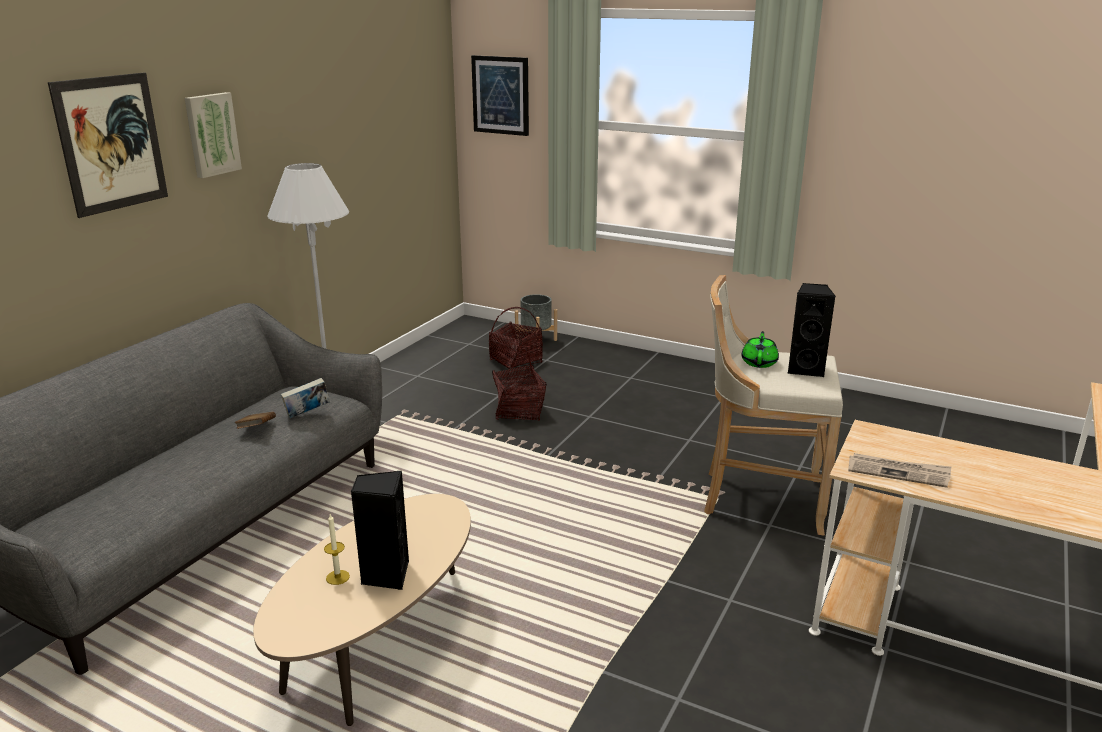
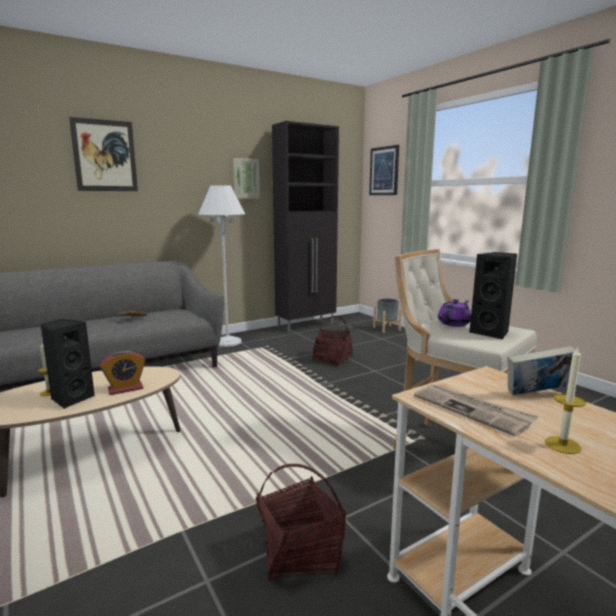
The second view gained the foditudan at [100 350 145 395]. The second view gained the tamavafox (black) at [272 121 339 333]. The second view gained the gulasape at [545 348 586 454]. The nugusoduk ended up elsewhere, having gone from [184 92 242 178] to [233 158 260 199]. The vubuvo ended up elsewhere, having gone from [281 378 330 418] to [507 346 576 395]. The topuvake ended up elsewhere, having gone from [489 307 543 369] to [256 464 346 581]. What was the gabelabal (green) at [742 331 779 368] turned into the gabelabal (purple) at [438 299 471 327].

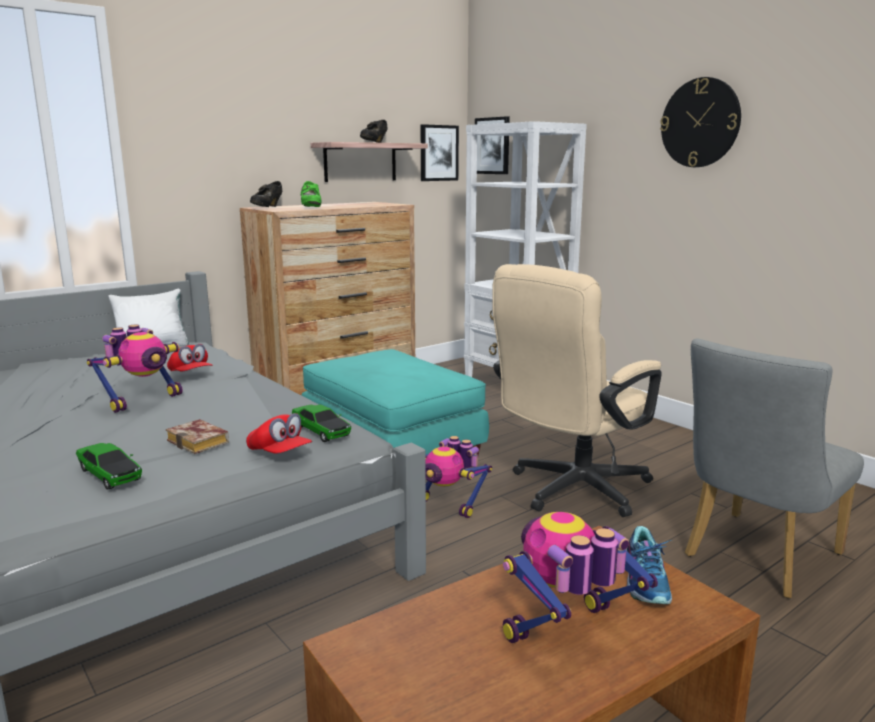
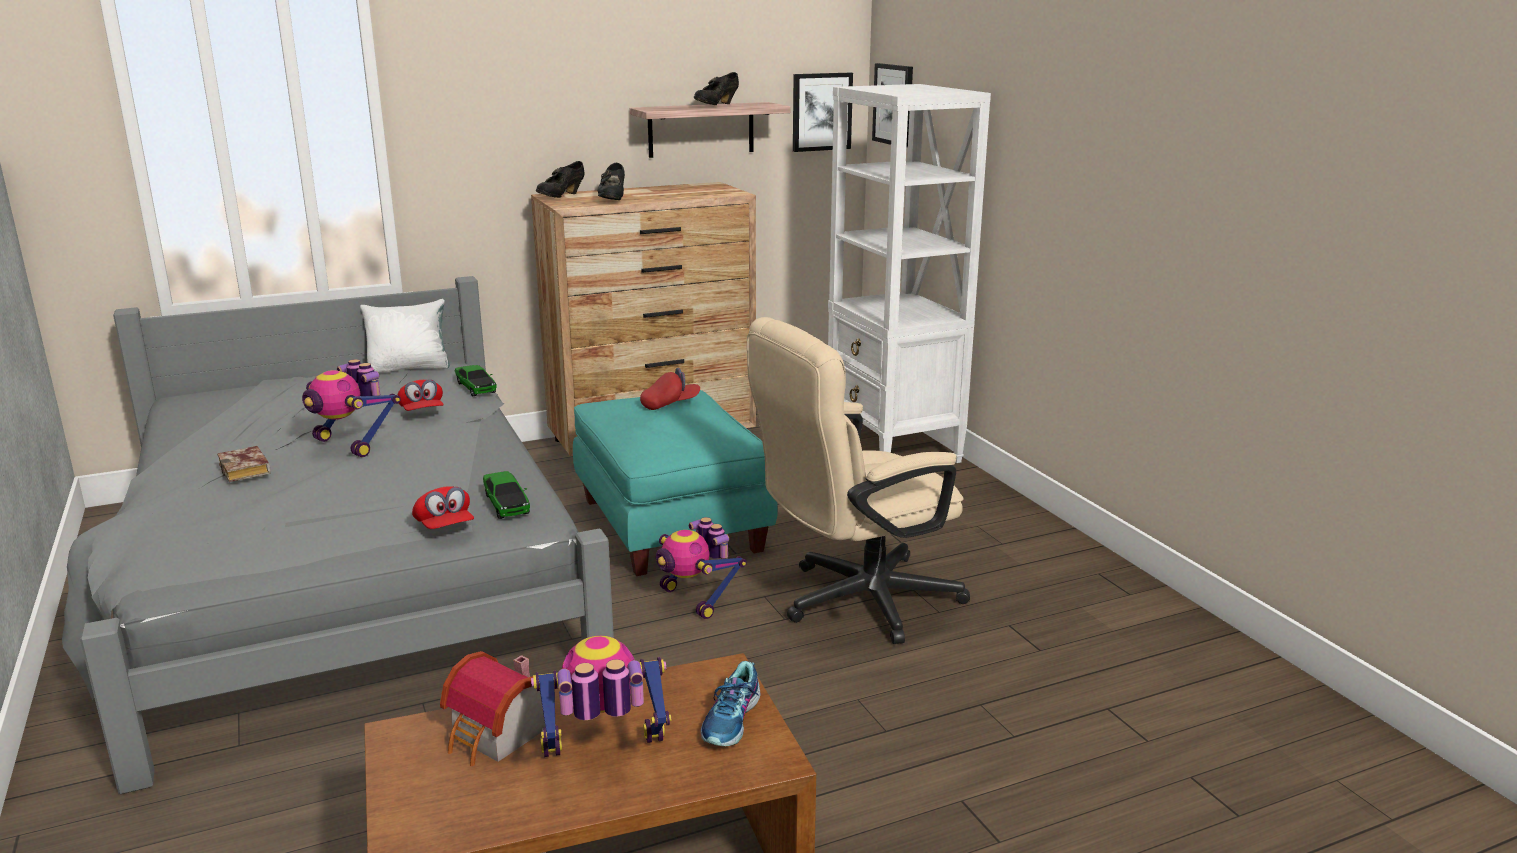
The second view lost the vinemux at [660 77 741 167]. The second view lost the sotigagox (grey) at [685 339 864 598]. The second view gained the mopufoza at [440 651 545 766]. The second view gained the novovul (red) at [640 368 700 410]. The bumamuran ended up elsewhere, having gone from [76 443 142 490] to [455 365 497 396]. The vubuvo ended up elsewhere, having gone from [166 419 229 454] to [217 446 271 482]. What was the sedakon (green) at [301 181 322 207] turned into the sedakon (black) at [598 163 625 200]. The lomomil at [87 325 183 413] ended up facing another way, 75 degrees clockwise from before.

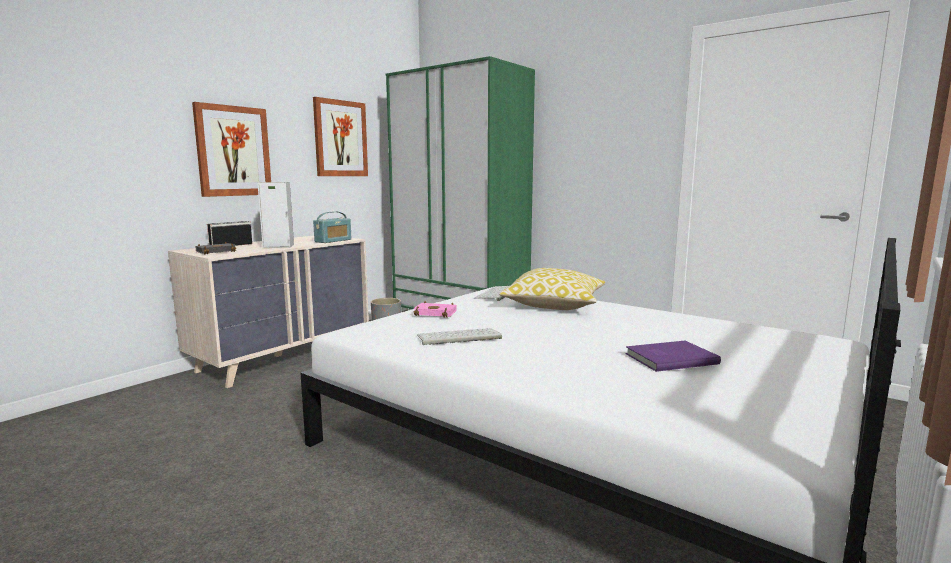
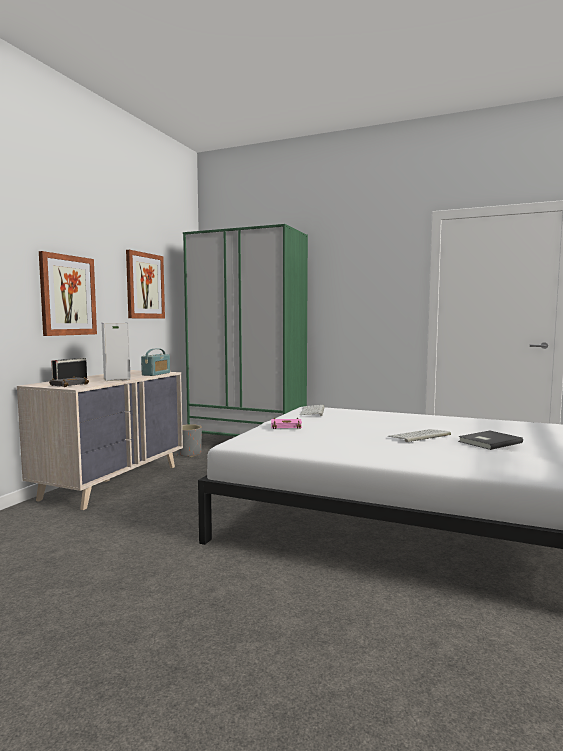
The second view lost the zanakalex at [499 268 605 310]. The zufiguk ended up elsewhere, having gone from [417 328 502 345] to [387 429 451 442]. What was the vubuvo (purple) at [625 341 721 372] turned into the vubuvo (grey) at [458 431 523 450].

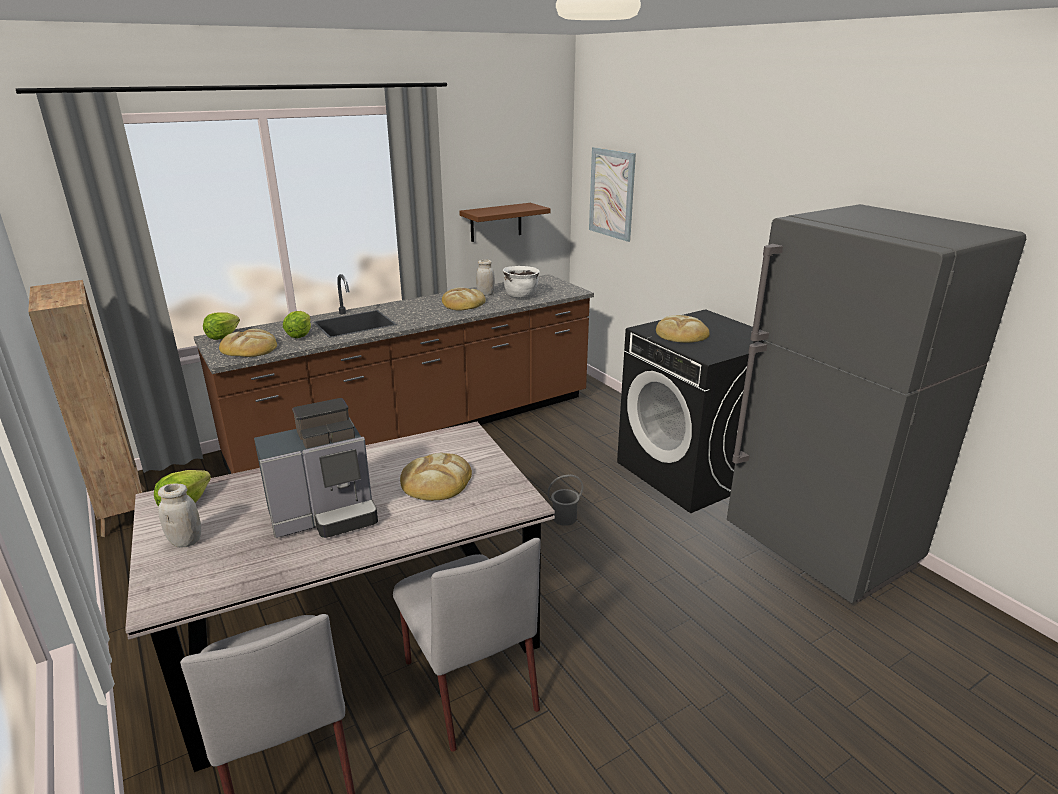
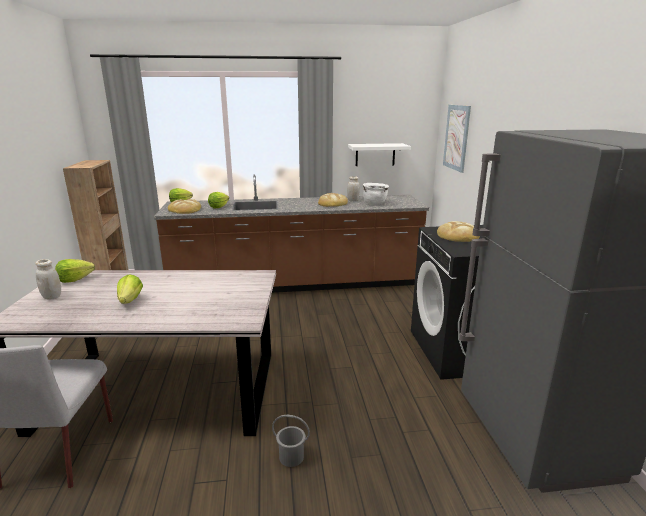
The second view lost the sotigagox (grey) at [393 538 541 752]. The second view lost the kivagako at [400 453 472 501]. The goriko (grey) ended up elsewhere, having gone from [548 474 583 526] to [272 415 310 467]. Where the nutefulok stood at [254 398 378 538], the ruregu came to stand at [117 274 143 304]. What was the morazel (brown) at [459 203 551 242] turned into the morazel (white) at [348 143 411 166].

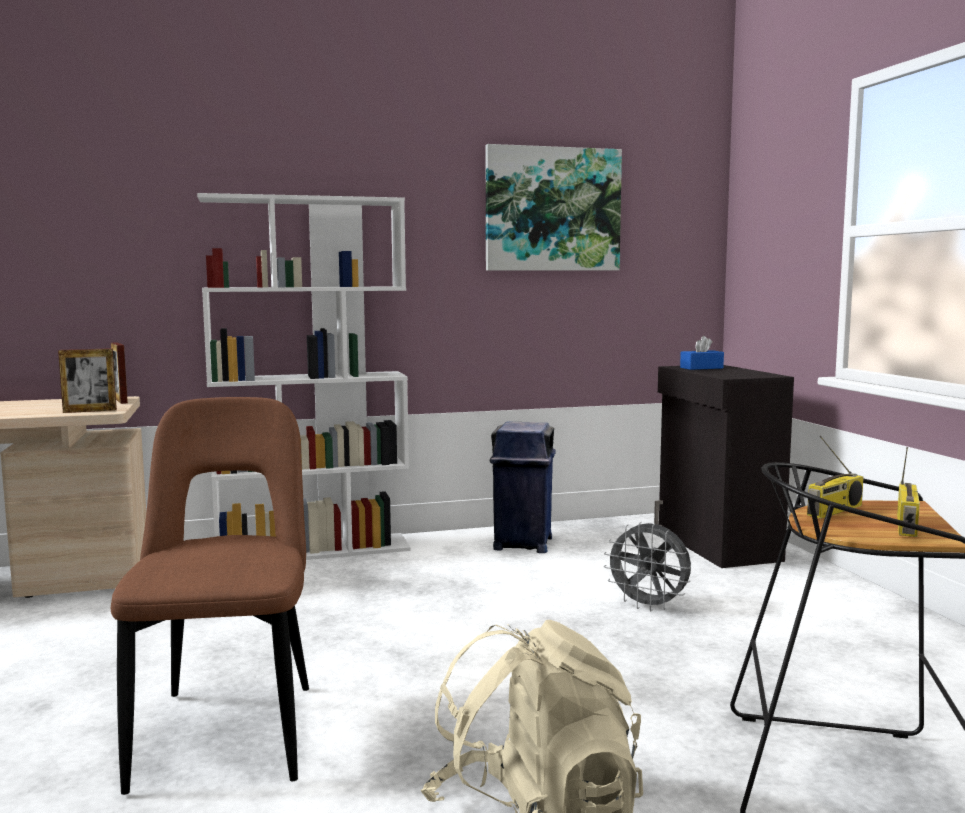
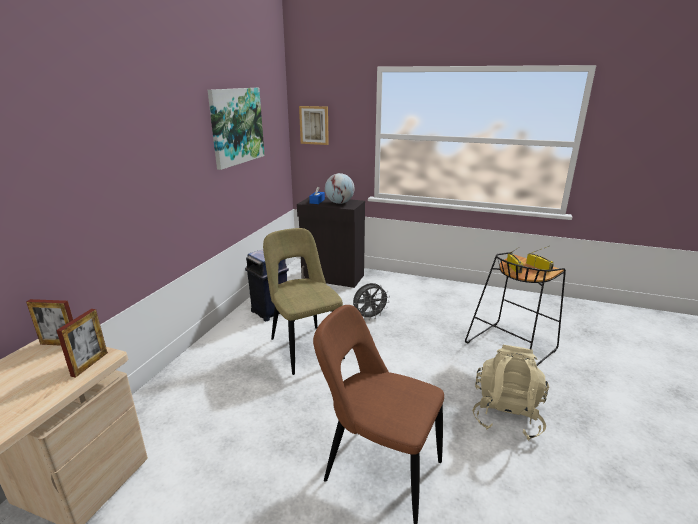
The second view lost the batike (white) at [197 193 410 560]. The second view gained the sotigagox (beige) at [263 228 345 375]. The second view gained the nugusoduk at [299 106 329 145]. The second view gained the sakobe at [325 173 355 204].

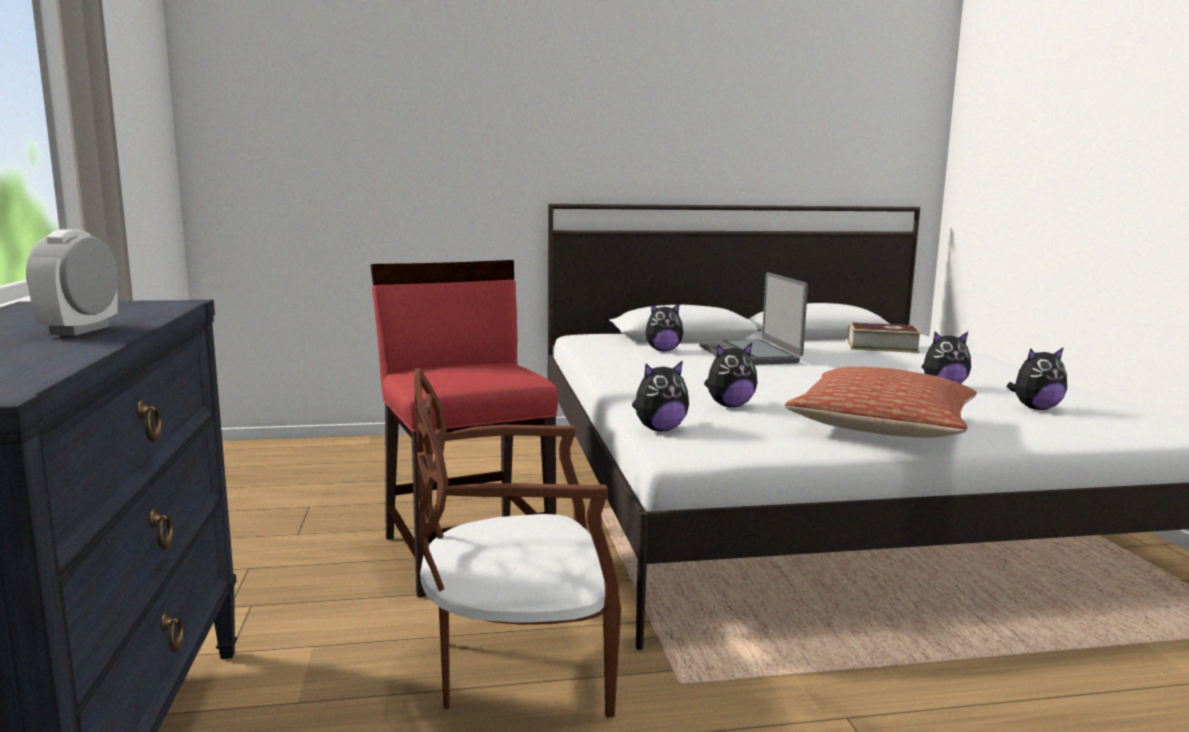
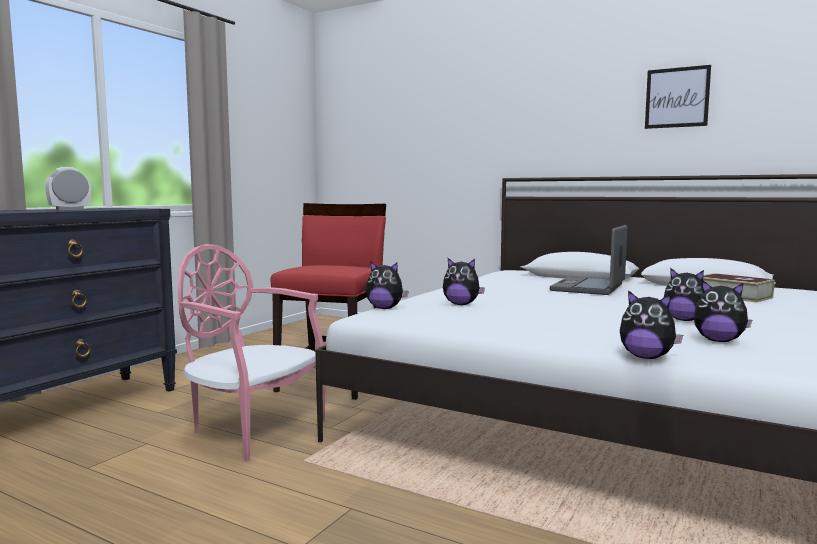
The second view lost the zanakalex at [784 367 977 438]. The second view gained the nugusoduk at [645 65 711 129]. The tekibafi ended up elsewhere, having gone from [645 303 684 351] to [620 290 683 359]. What was the sotigagox (brown) at [414 368 621 718] turned into the sotigagox (pink) at [178 244 326 461].

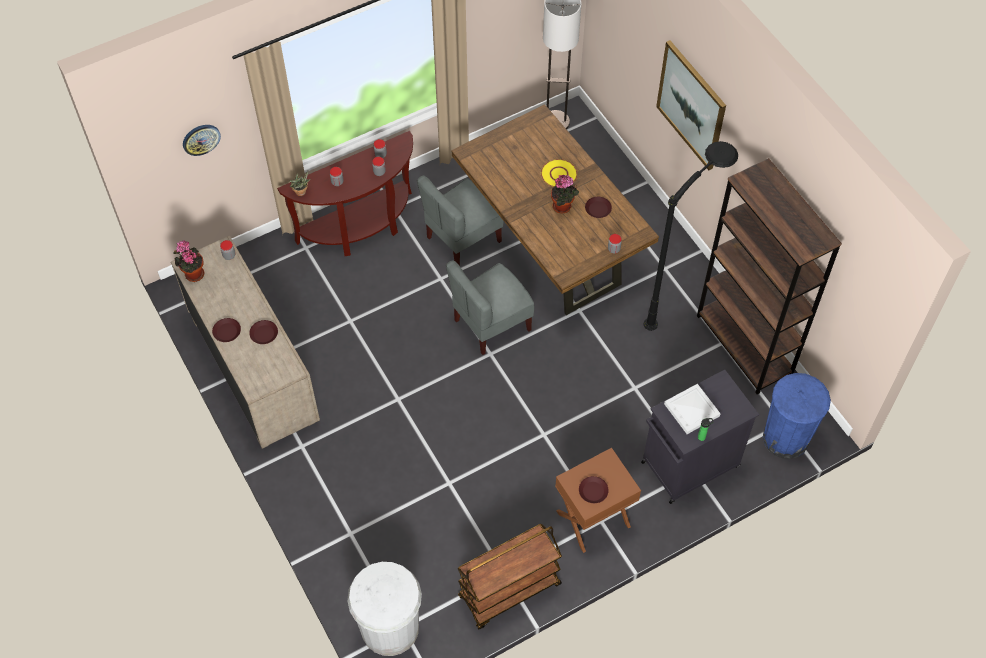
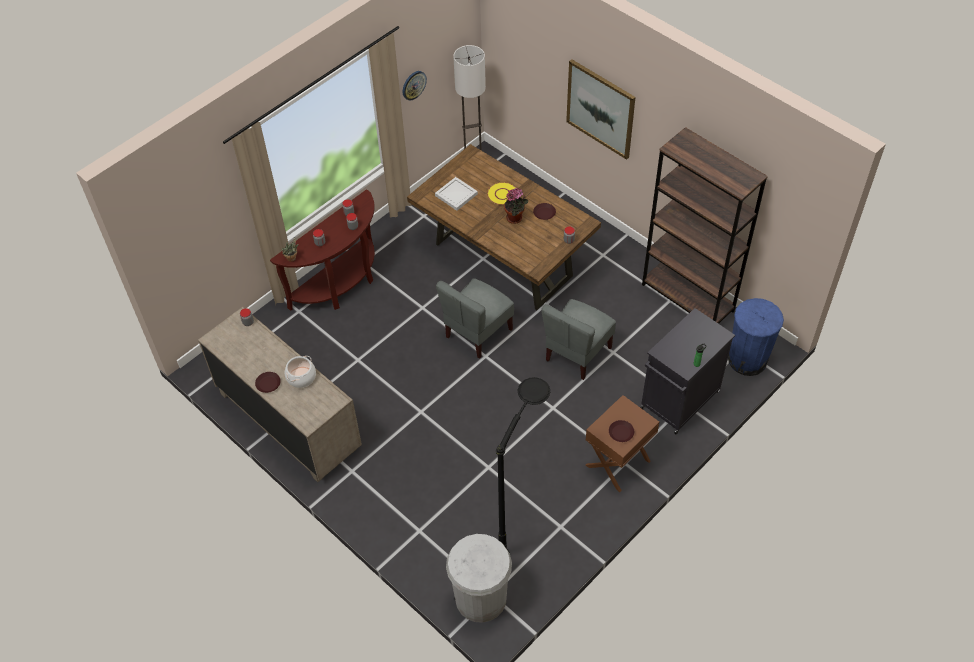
The second view lost the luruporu at [173 241 205 282]. The second view lost the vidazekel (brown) at [457 524 562 629]. The vinemux ended up elsewhere, having gone from [183 125 221 156] to [403 71 427 100]. The sotigagox (grey) ended up elsewhere, having gone from [417 176 504 266] to [541 299 616 380]. The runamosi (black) ended up elsewhere, having gone from [644 141 738 331] to [496 377 551 553]. The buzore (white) ended up elsewhere, having gone from [664 384 721 434] to [435 177 478 211]. Where the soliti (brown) stood at [249 320 278 344], the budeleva came to stand at [285 356 316 388].

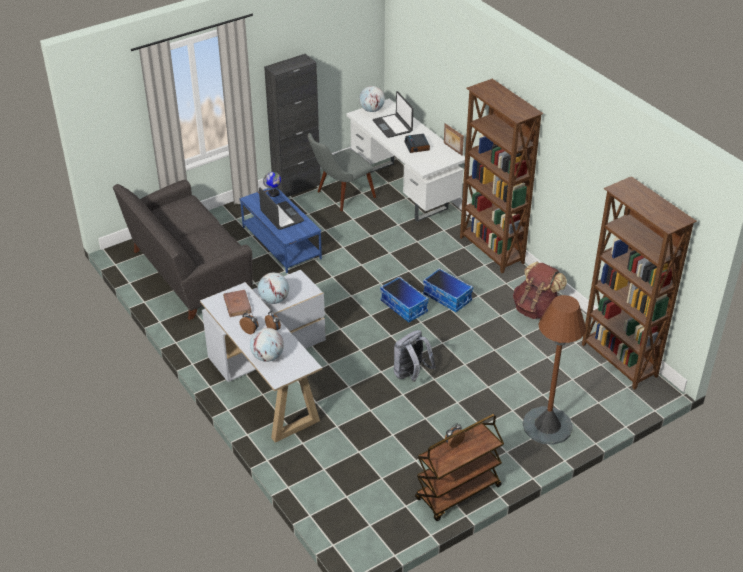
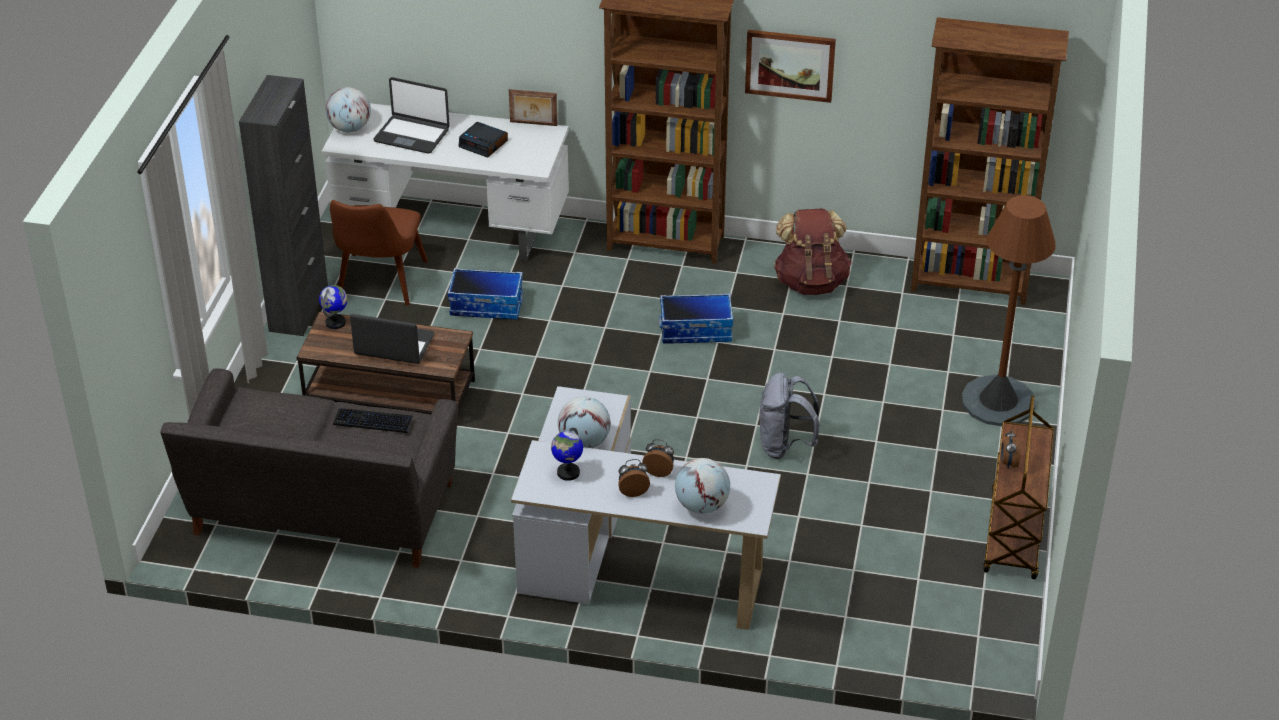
The second view gained the zufiguk at [333 408 413 433]. The second view gained the nugusoduk at [745 30 836 103]. The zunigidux ended up elsewhere, having gone from [380 276 429 322] to [448 268 523 319]. Where the vubuvo (brown) stood at [223 290 252 317], the sakobe came to stand at [551 428 583 481]. What was the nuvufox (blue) at [239 187 322 273] turned into the nuvufox (brown) at [296 312 475 414]. What was the sotigagox (grey) at [308 133 376 211] turned into the sotigagox (brown) at [330 200 428 306].

